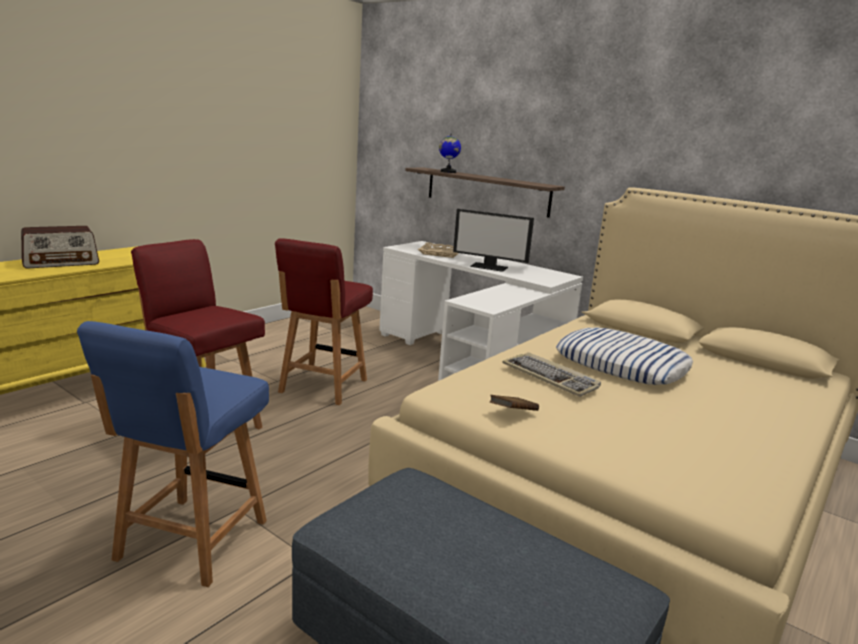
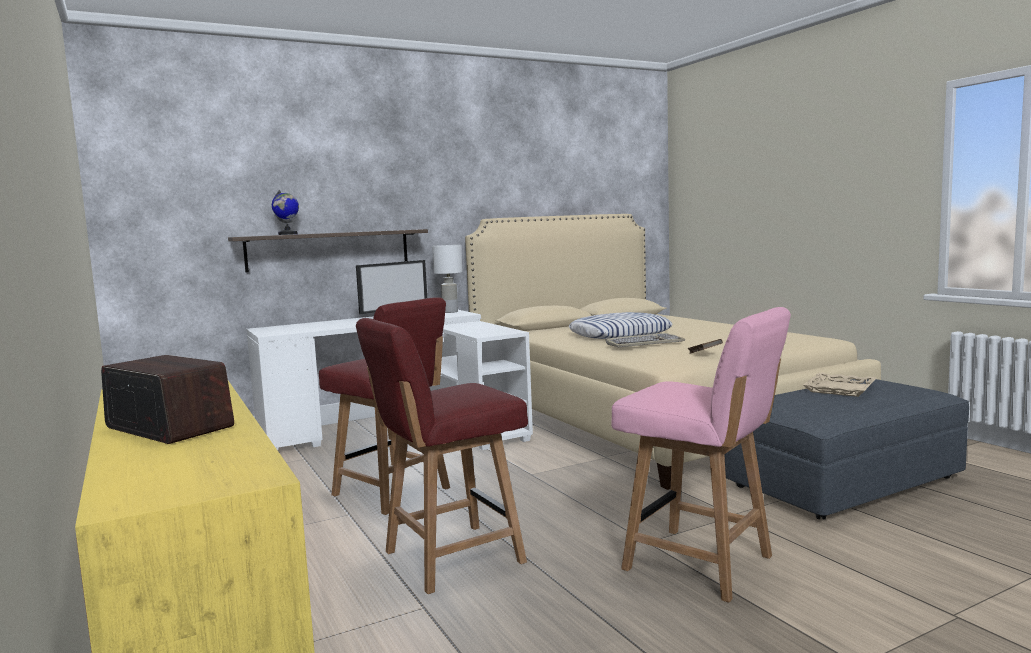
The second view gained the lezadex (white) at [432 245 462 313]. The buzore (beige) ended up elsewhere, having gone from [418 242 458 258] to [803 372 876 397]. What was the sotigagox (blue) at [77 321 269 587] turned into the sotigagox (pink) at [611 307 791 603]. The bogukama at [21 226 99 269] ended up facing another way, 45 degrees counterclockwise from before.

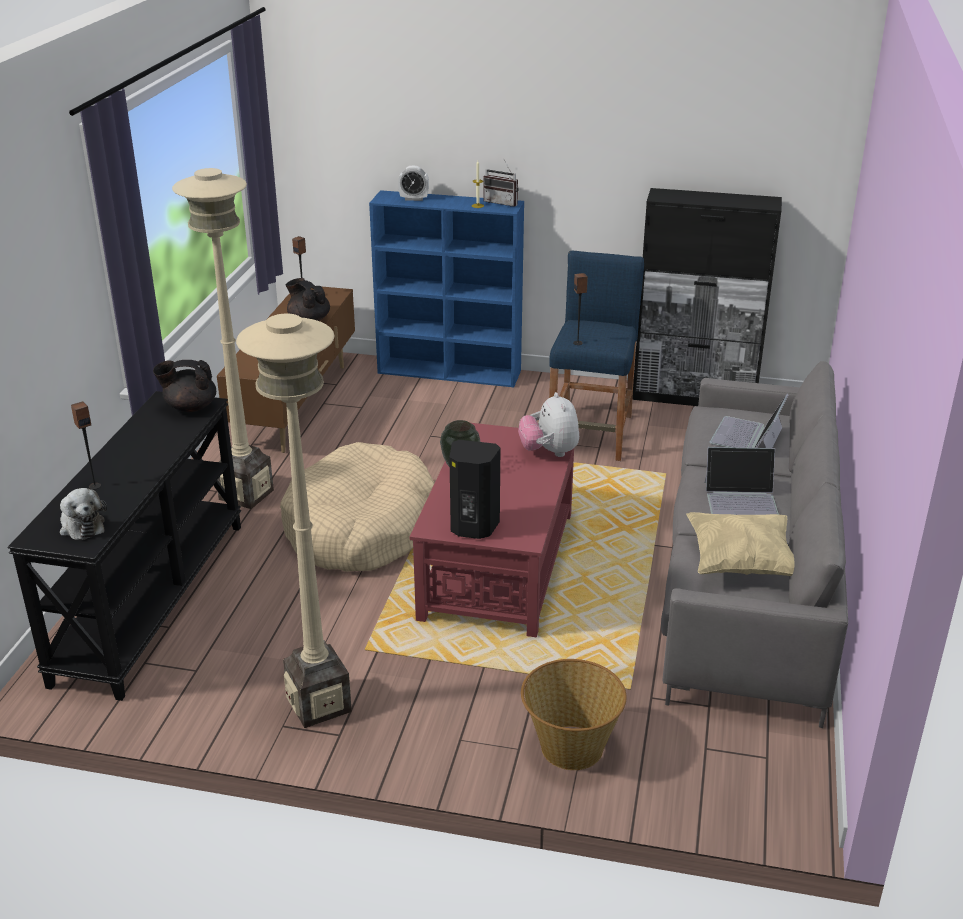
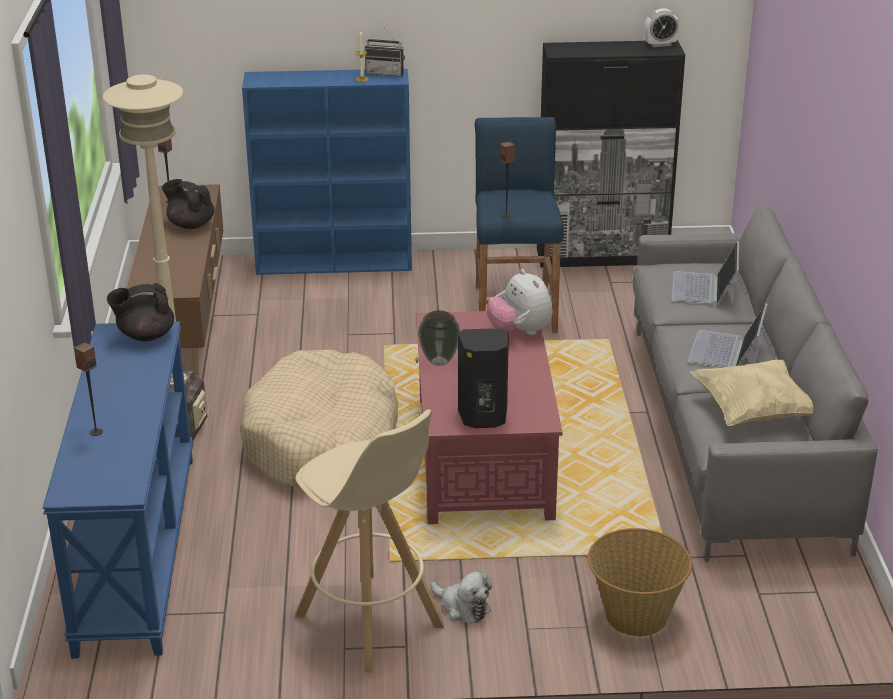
The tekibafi ended up elsewhere, having gone from [60 488 107 540] to [431 571 492 623]. The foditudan ended up elsewhere, having gone from [398 166 429 201] to [645 8 679 47]. Where the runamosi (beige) stood at [236 313 352 728], the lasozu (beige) came to stand at [295 409 444 673]. What was the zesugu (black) at [7 391 241 701] turned into the zesugu (blue) at [43 321 193 659]. The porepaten at [704 447 779 515] ended up facing another way, 120 degrees clockwise from before.

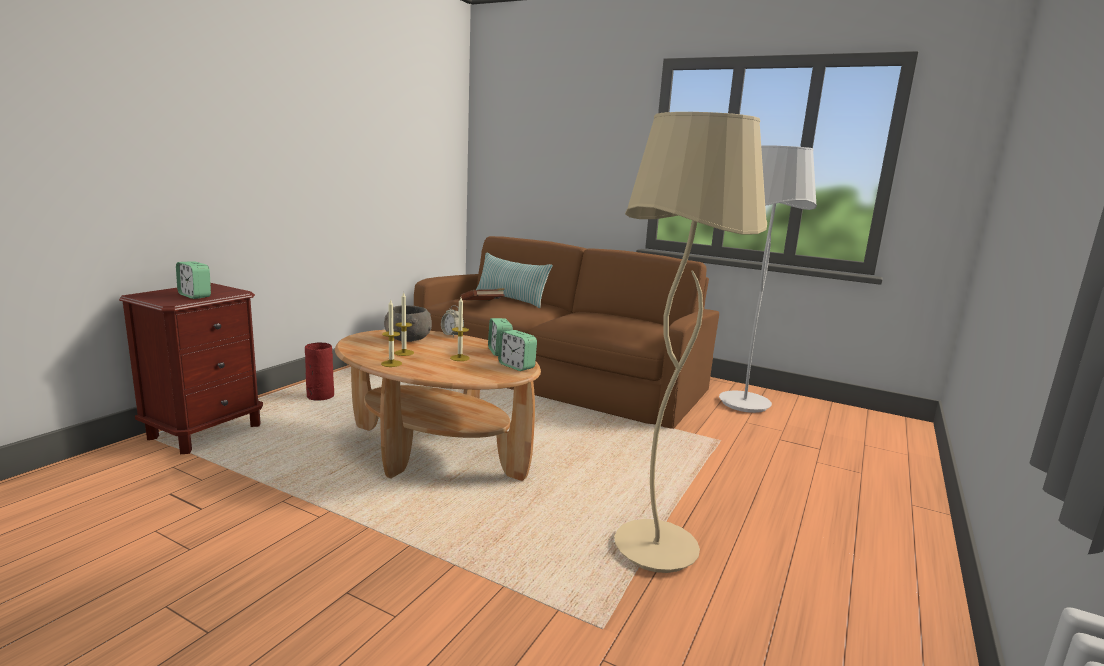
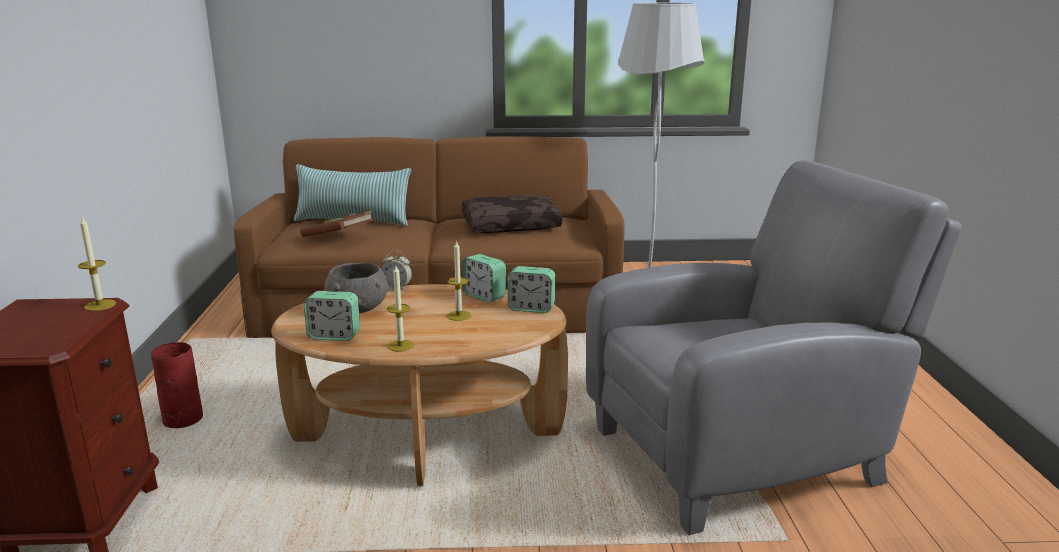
The second view gained the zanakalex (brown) at [462 195 563 233]. The foditudan ended up elsewhere, having gone from [176 261 211 299] to [304 291 360 341]. The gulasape ended up elsewhere, having gone from [394 293 414 356] to [78 217 116 311]. Where the runamosi (beige) stood at [614 112 767 573], the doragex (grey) came to stand at [586 160 961 535].

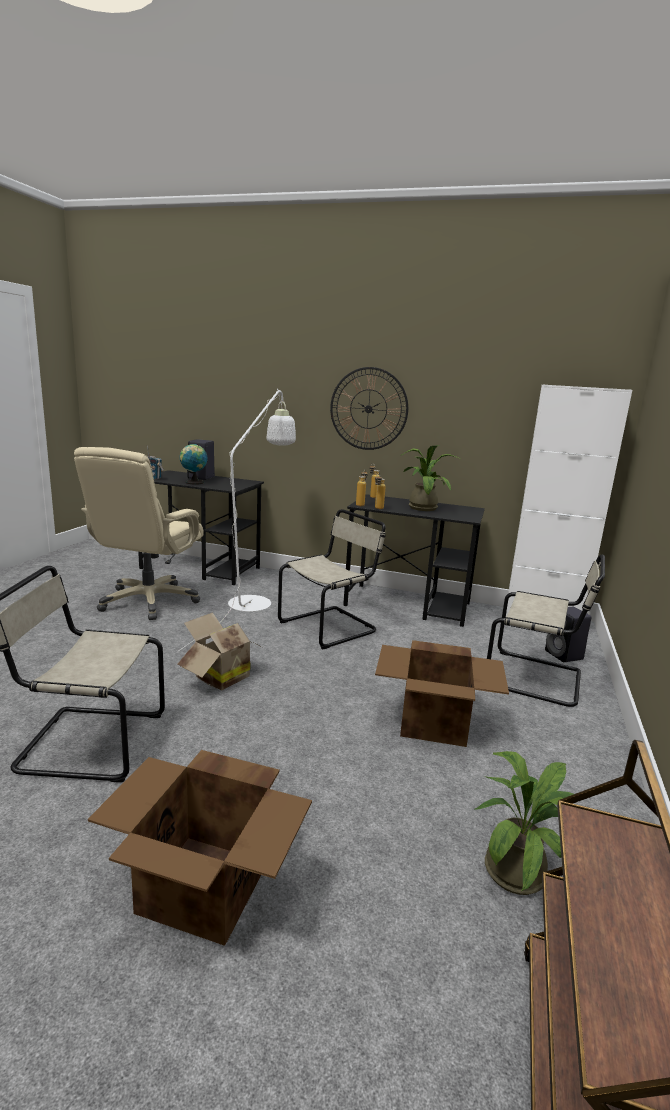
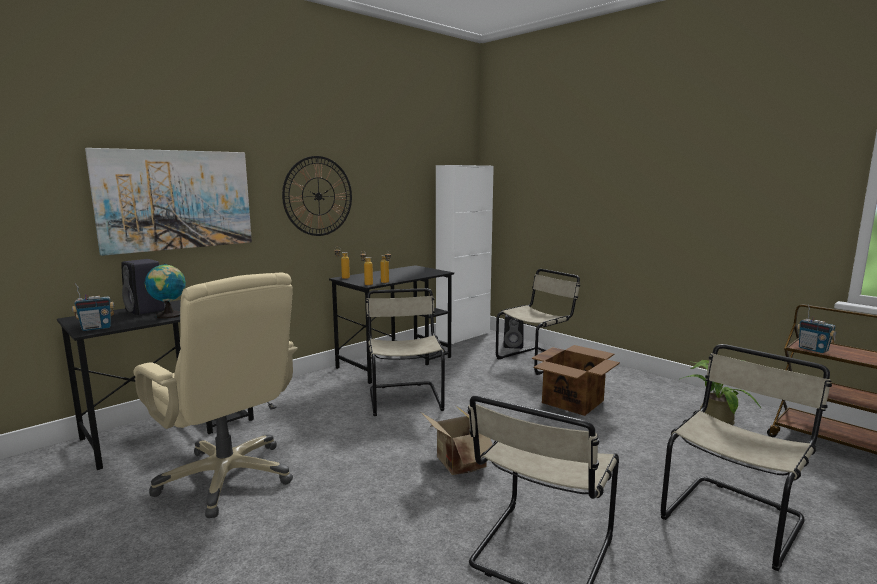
The second view lost the runamosi (white) at [177 388 296 652]. The second view lost the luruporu at [402 445 460 511]. The second view gained the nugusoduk at [85 148 252 256]. The second view gained the bogukama at [797 305 836 353]. Where the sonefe stood at [88 750 312 946], the sotigagox (beige) came to stand at [661 344 832 571].

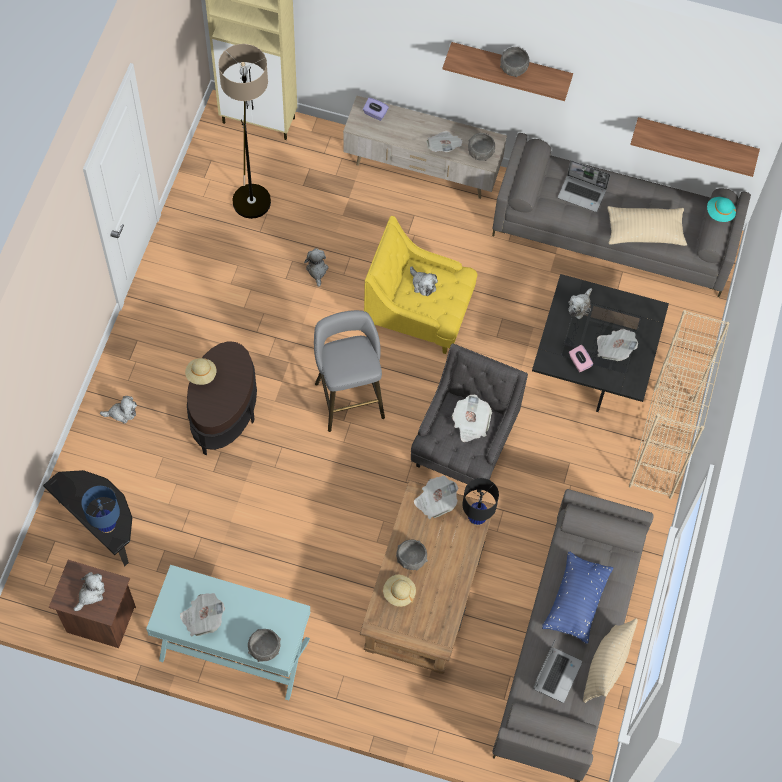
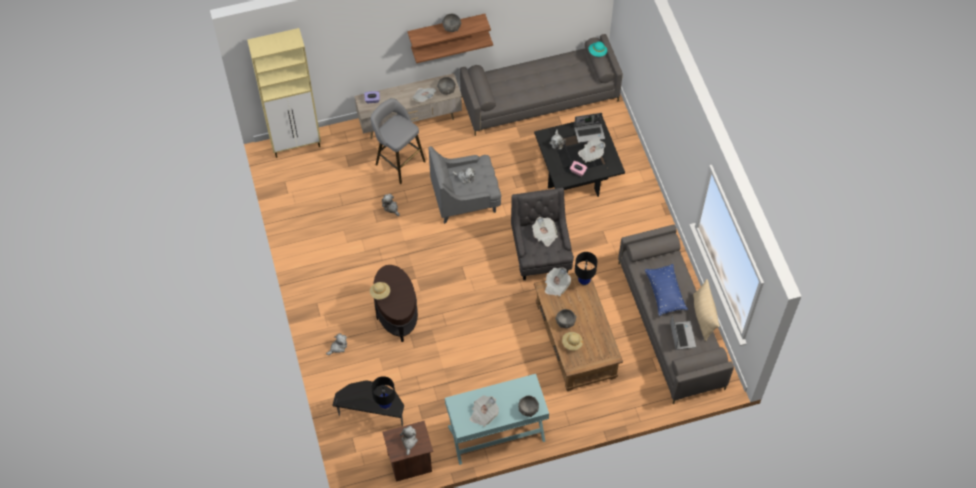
The second view lost the runamosi at [218 44 271 219]. The second view lost the zanakalex (beige) at [607 206 687 246]. The second view lost the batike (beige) at [629 310 730 499]. The lasozu (grey) ended up elsewhere, having gone from [314 310 385 432] to [371 98 426 184]. The porepaten ended up elsewhere, having gone from [558 160 610 212] to [574 113 605 143]. The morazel ended up elsewhere, having gone from [630 117 760 177] to [411 31 493 63]. What was the lezadex (blue) at [81 486 120 533] turned into the lezadex (black) at [371 376 395 410]. What was the doragex (yellow) at [364 216 478 354] turned into the doragex (grey) at [429 146 501 224].

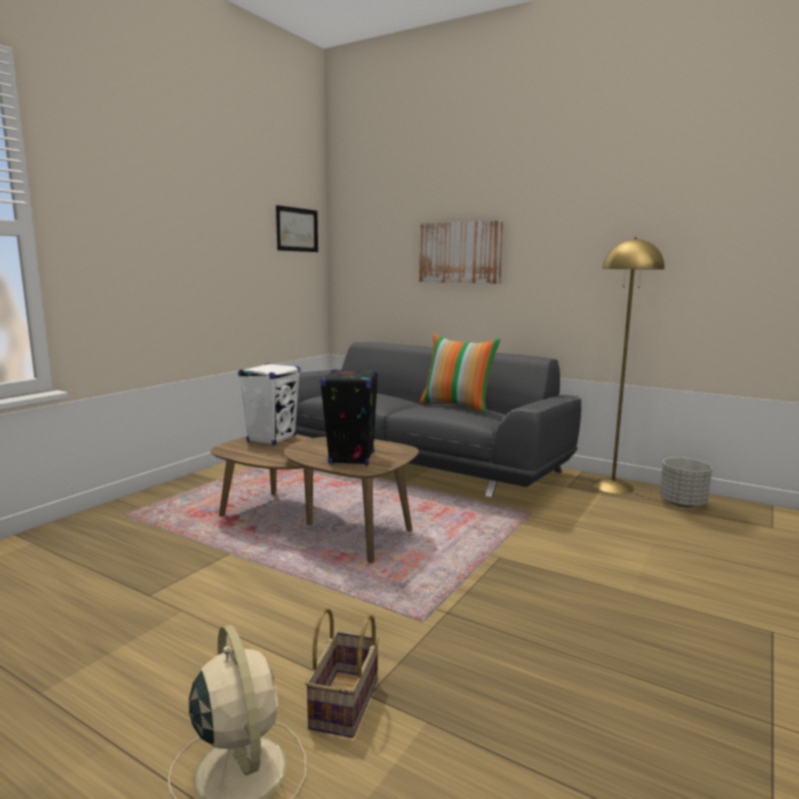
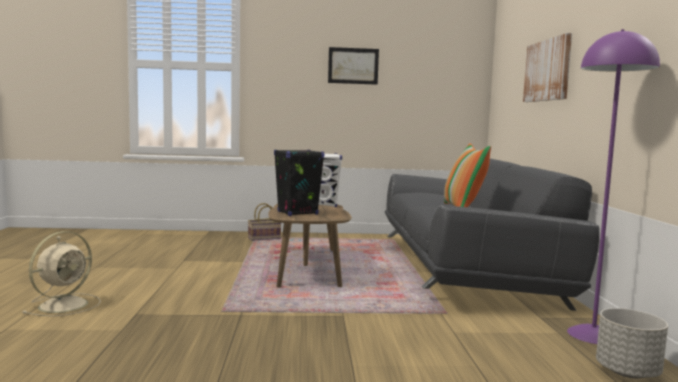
The nugusoduk ended up elsewhere, having gone from [276 205 318 252] to [328 47 379 85]. The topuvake ended up elsewhere, having gone from [305 608 379 738] to [248 203 281 241]. What was the runamosi (yellow) at [592 237 664 494] turned into the runamosi (purple) at [567 29 660 344].

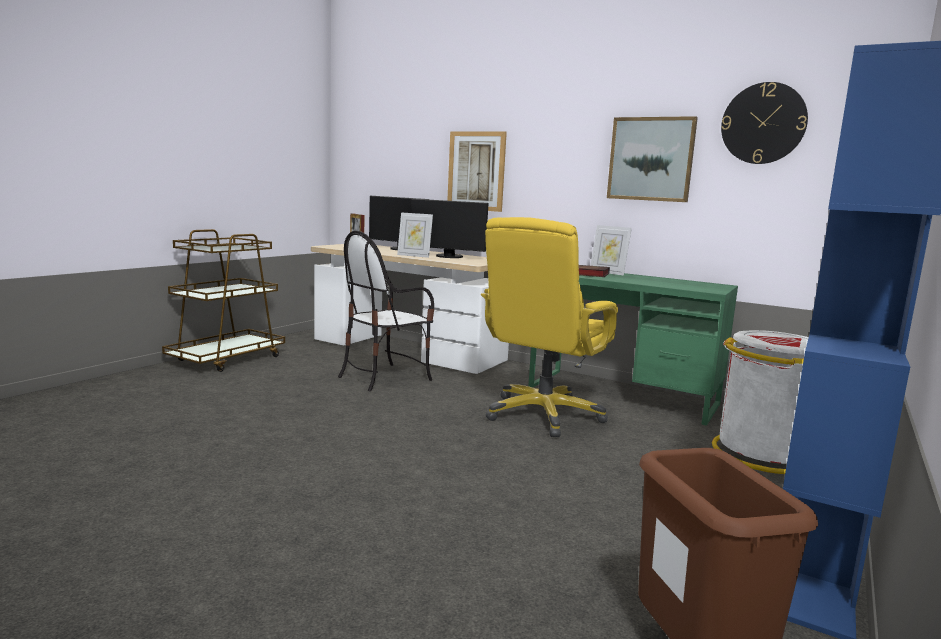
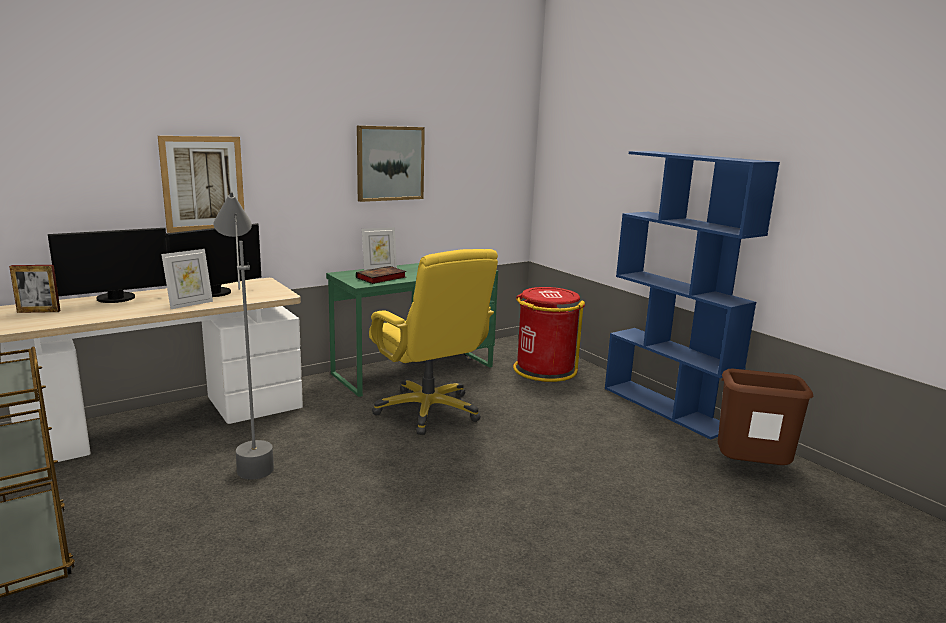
The second view lost the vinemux at [721 82 808 164]. Where the sotigagox stood at [338 231 434 391], the runamosi (grey) came to stand at [214 191 274 480]. What was the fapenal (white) at [712 330 809 474] turned into the fapenal (red) at [513 287 585 382].

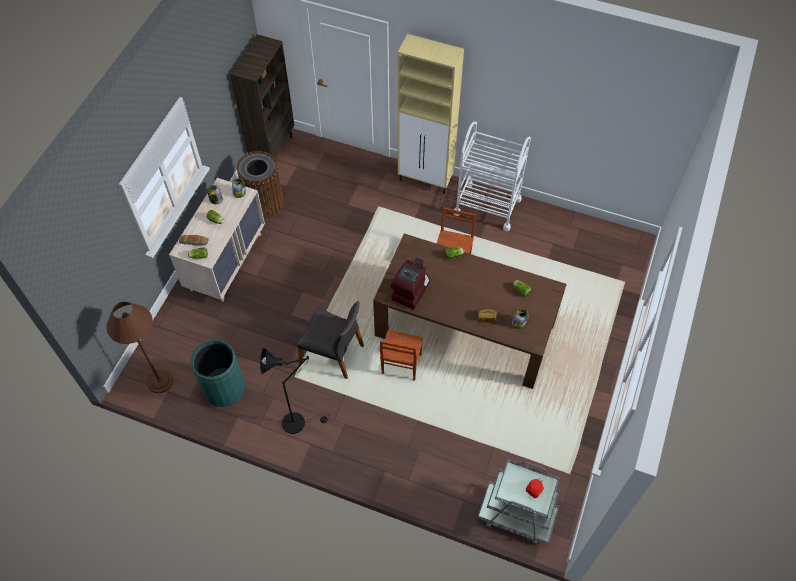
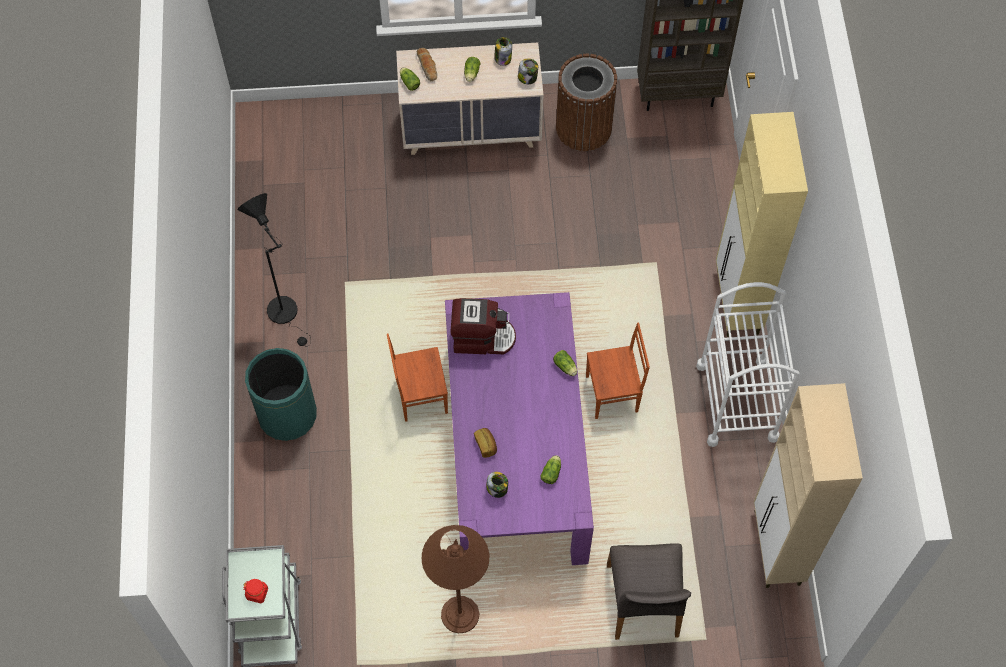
The second view gained the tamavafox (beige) at [754 383 863 588]. The runamosi (brown) ended up elsewhere, having gone from [106 302 173 393] to [421 525 489 633]. The fapenal (green) ended up elsewhere, having gone from [191 340 245 407] to [245 348 317 441]. The sotigagox (grey) ended up elsewhere, having gone from [297 301 364 379] to [607 543 691 640]. What was the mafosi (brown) at [373 234 567 389] turned into the mafosi (purple) at [445 292 594 565].

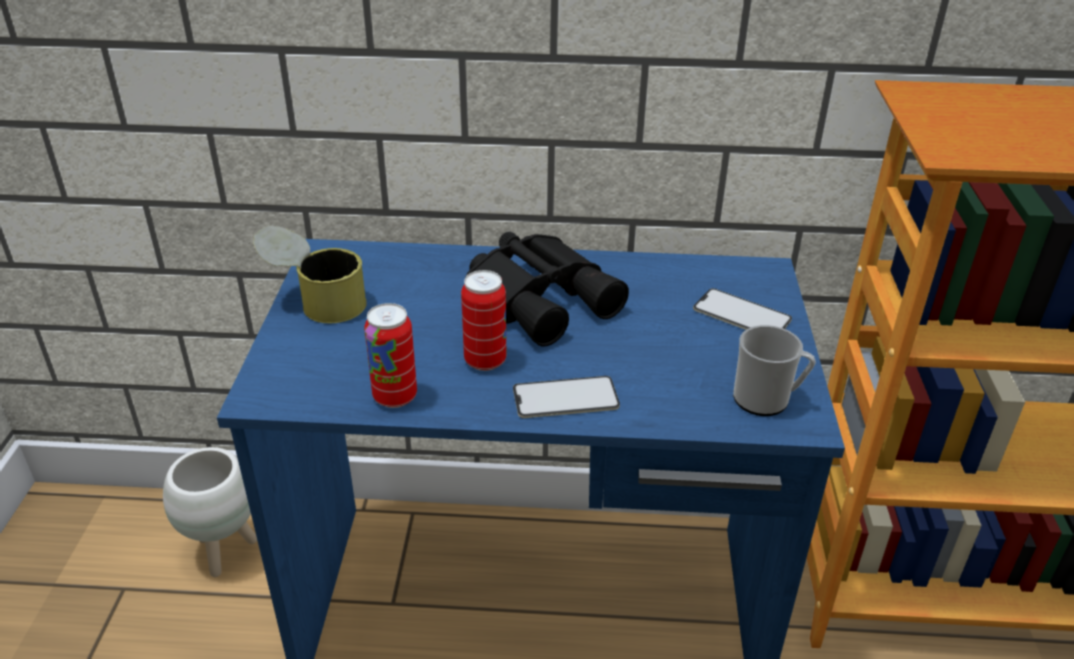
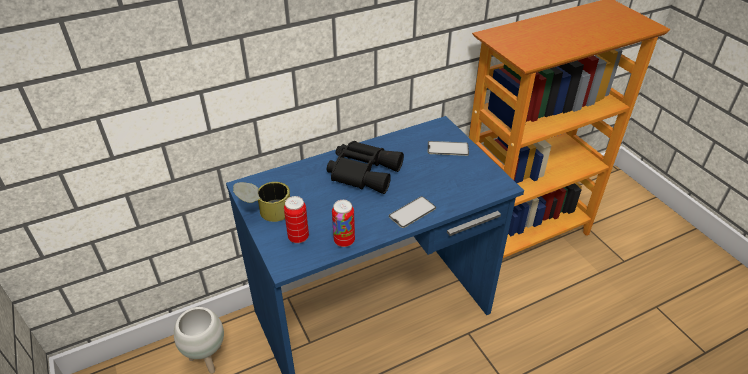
The second view lost the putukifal at [733 325 816 416]. The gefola ended up elsewhere, having gone from [461 270 506 371] to [284 196 309 243].

